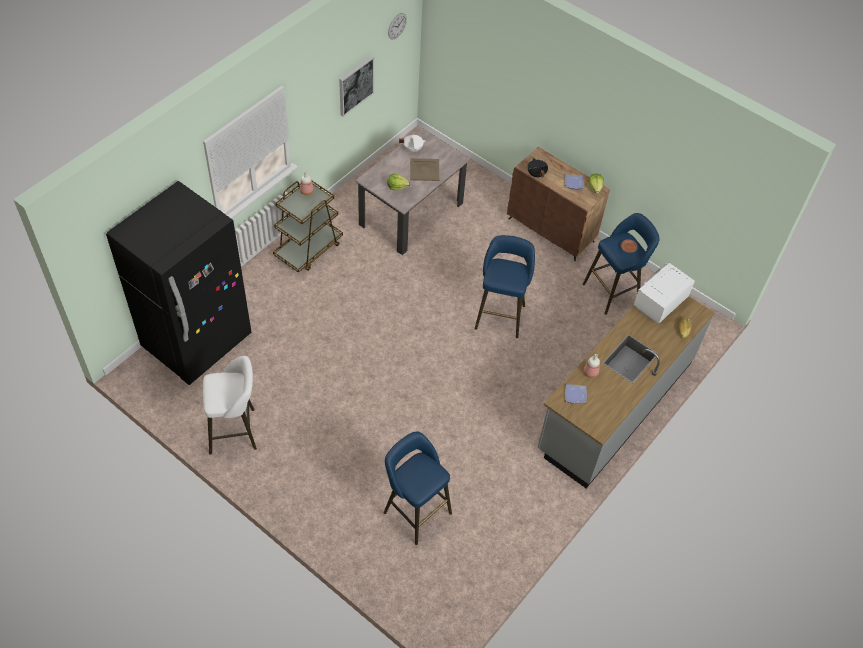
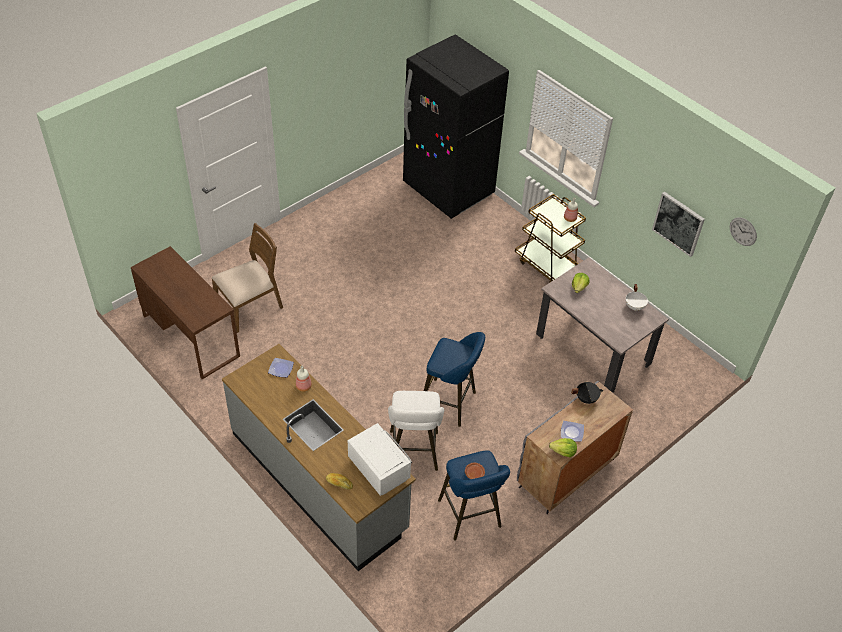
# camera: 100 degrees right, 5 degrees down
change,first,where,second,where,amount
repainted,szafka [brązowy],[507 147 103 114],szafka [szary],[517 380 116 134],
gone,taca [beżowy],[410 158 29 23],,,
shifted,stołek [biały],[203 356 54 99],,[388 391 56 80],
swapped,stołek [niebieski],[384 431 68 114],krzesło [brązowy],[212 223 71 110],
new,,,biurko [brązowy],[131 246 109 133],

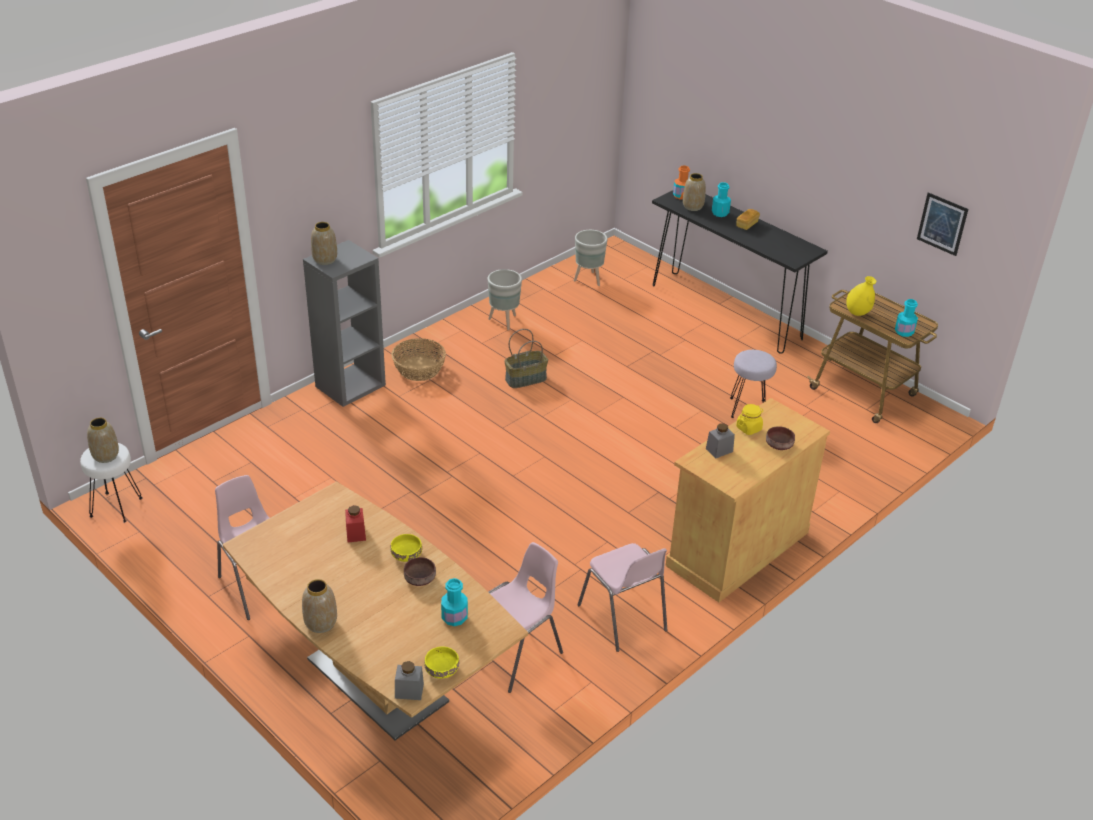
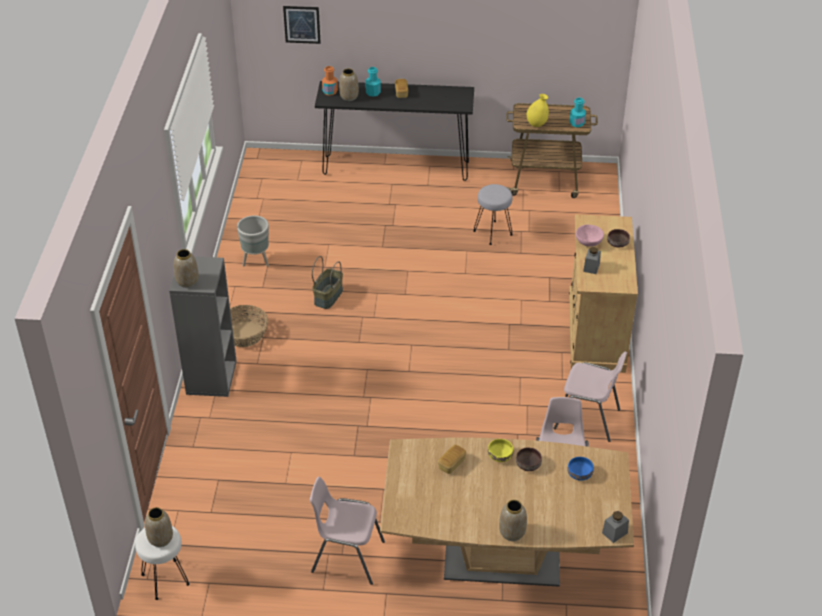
# camera: 40 degrees left, 5 degrees up
change,first,where,second,where,amount
shifted,obraz,[917 192 51 64],,[283 6 38 38],
gone,donica [szary],[574 230 34 56],,,
swapped,słoik [żółty],[736 404 27 31],miska [różowy],[576 224 28 23],
swapped,słoik [czerwony],[345 505 21 37],chleb,[438 445 28 29],
swapped,butelka [turkusowy],[441 578 27 48],miska [niebieski],[567 457 27 24],
gone,miska [żółty],[424 647 35 32],,,

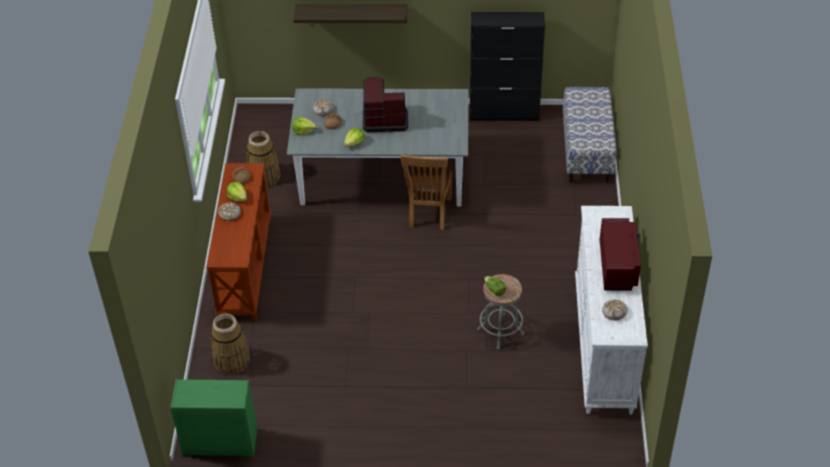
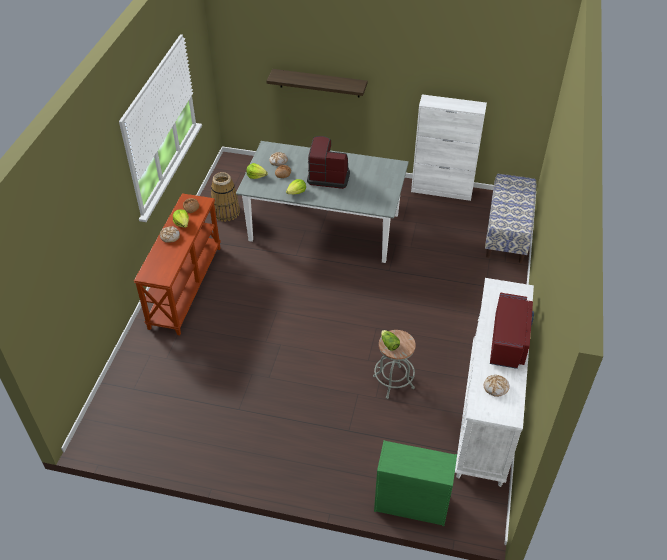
# camera: 10 degrees right, 0 degrees up
change,first,where,second,where,amount
repainted,szafka [czarny],[470 12 75 109],szafka [biały],[411 94 76 107],
gone,krzesło [brązowy],[400 155 52 75],,,
gone,koszyk,[211 313 39 62],,,
shifted,komoda [zielony],[170 379 88 78],,[374 440 83 86],

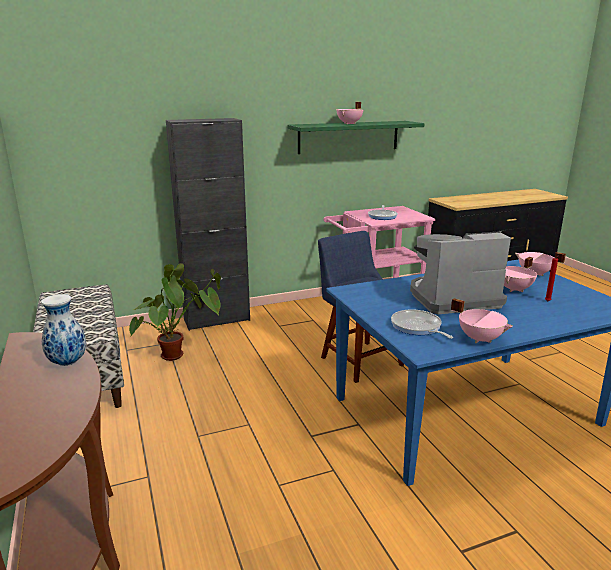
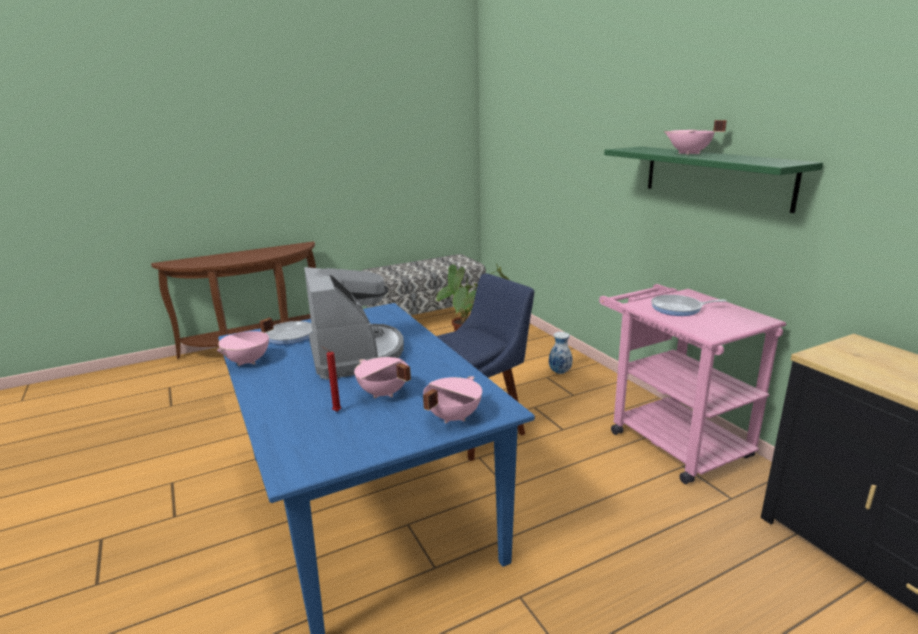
# camera: 85 degrees right, 0 degrees up
change,first,where,second,where,amount
gone,szafka [czarny],[166 118 84 213],,,
shifted,wazon,[41 294 45 72],,[549 332 23 42],

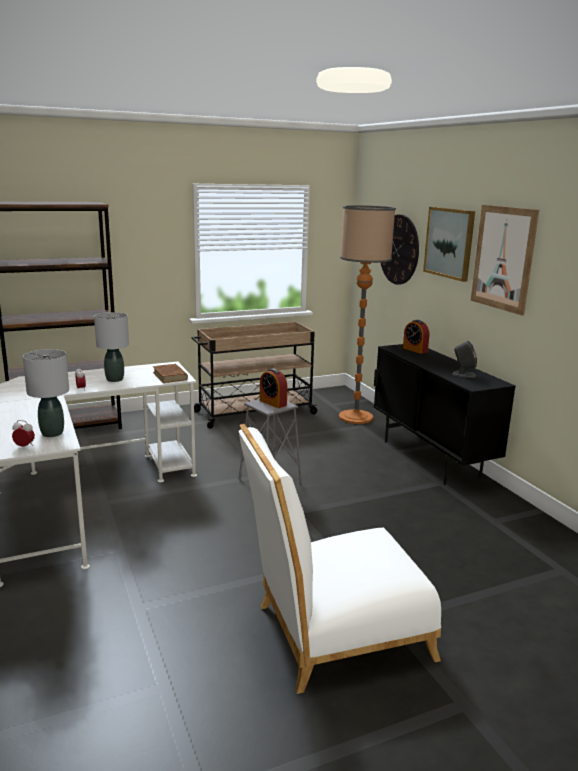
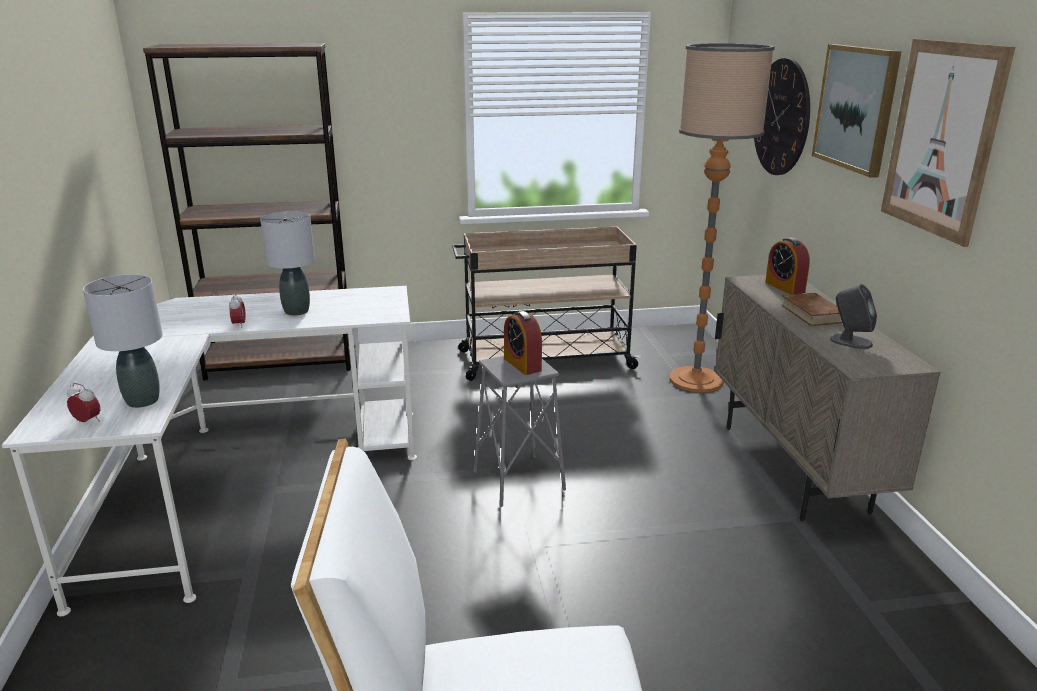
# camera: 15 degrees right, 5 degrees up
change,first,where,second,where,amount
repainted,szafka [czarny],[374 344 142 141],szafka [beżowy],[715 275 226 246],
shifted,książka [brązowy],[153 364 35 19],,[781 293 61 33],

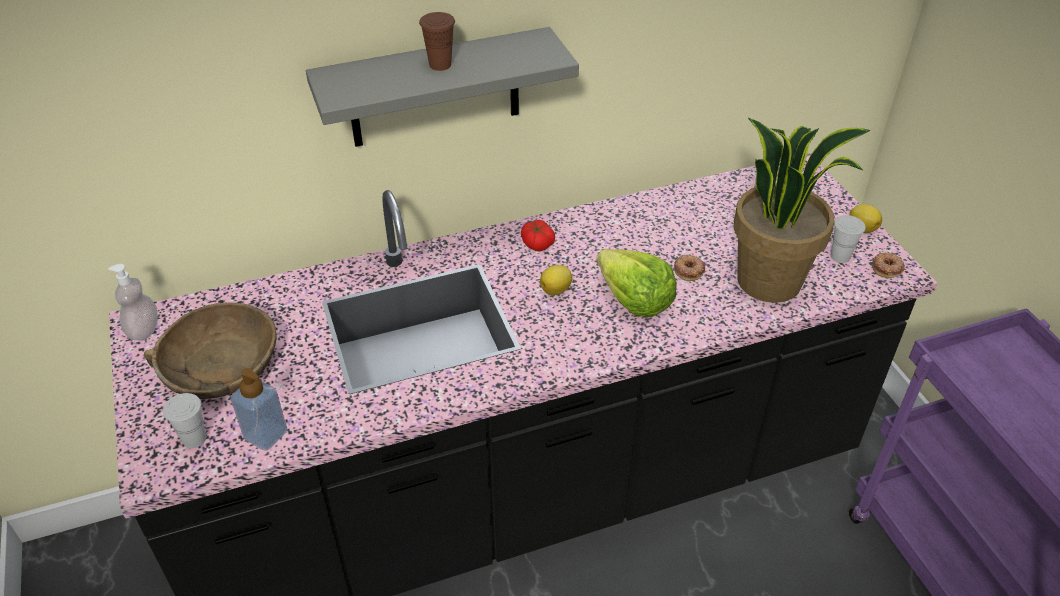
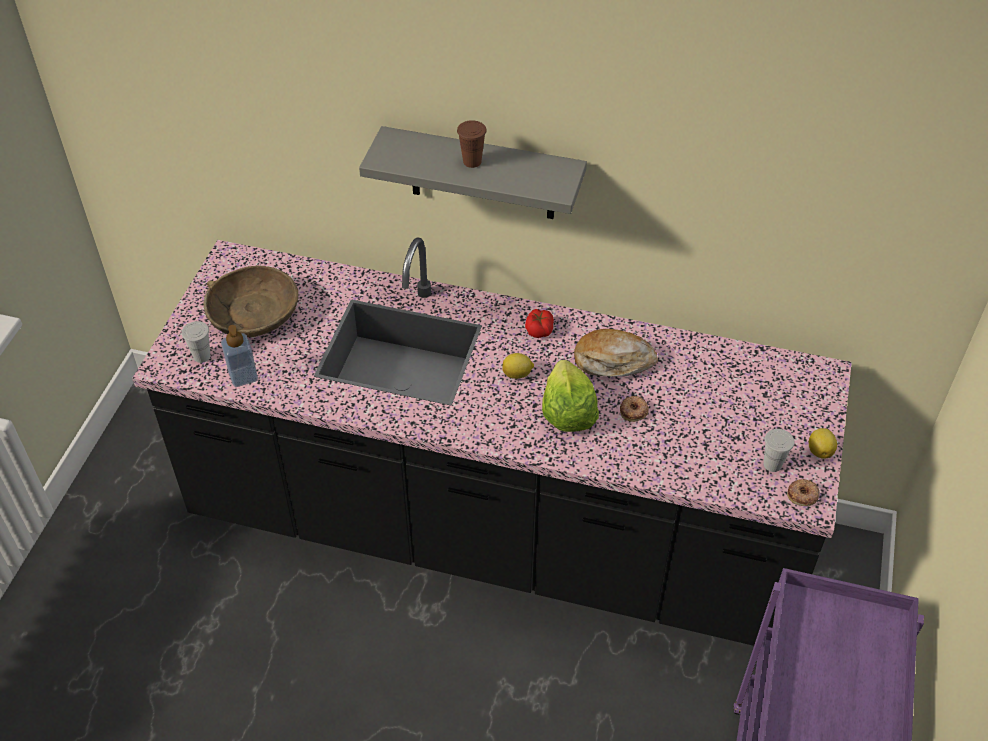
# camera: 35 degrees right, 5 degrees up
change,first,where,second,where,amount
gone,roślina doniczkowa,[734 118 136 185],,,
gone,dozownik mydła,[108 264 50 77],,,
new,,,chleb,[574 329 84 48],

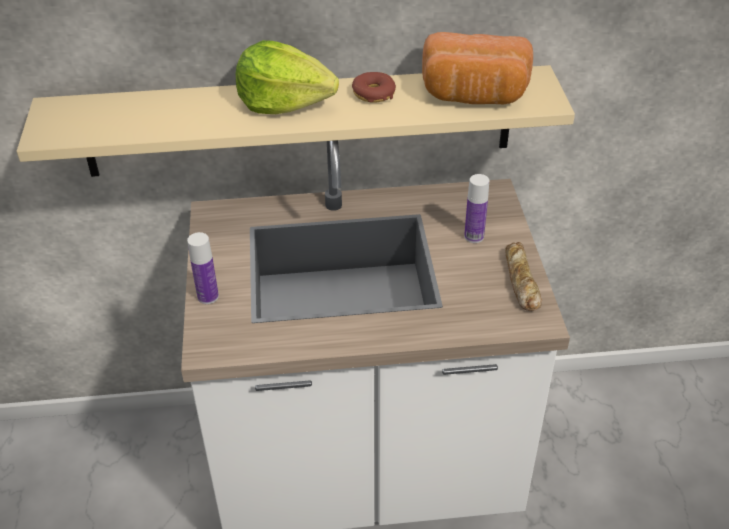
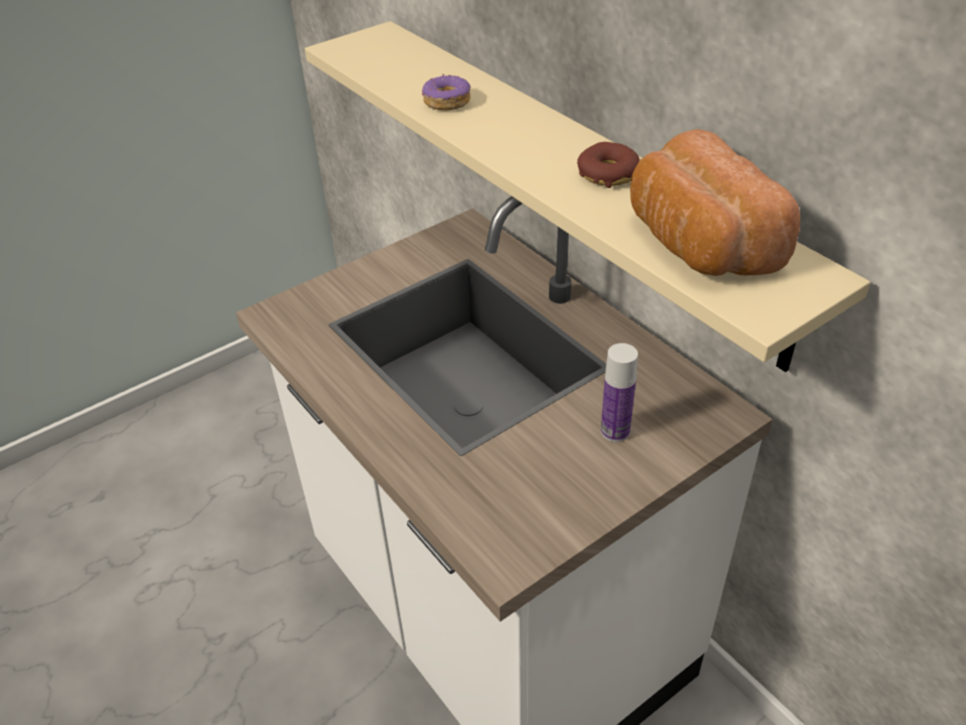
# camera: 60 degrees right, 0 degrees up
change,first,where,second,where,amount
gone,sałata,[236 40 103 74],,,
gone,butelka,[187 232 32 72],,,
gone,chleb,[505 242 37 69],,,
new,,,donut,[422 74 49 37],

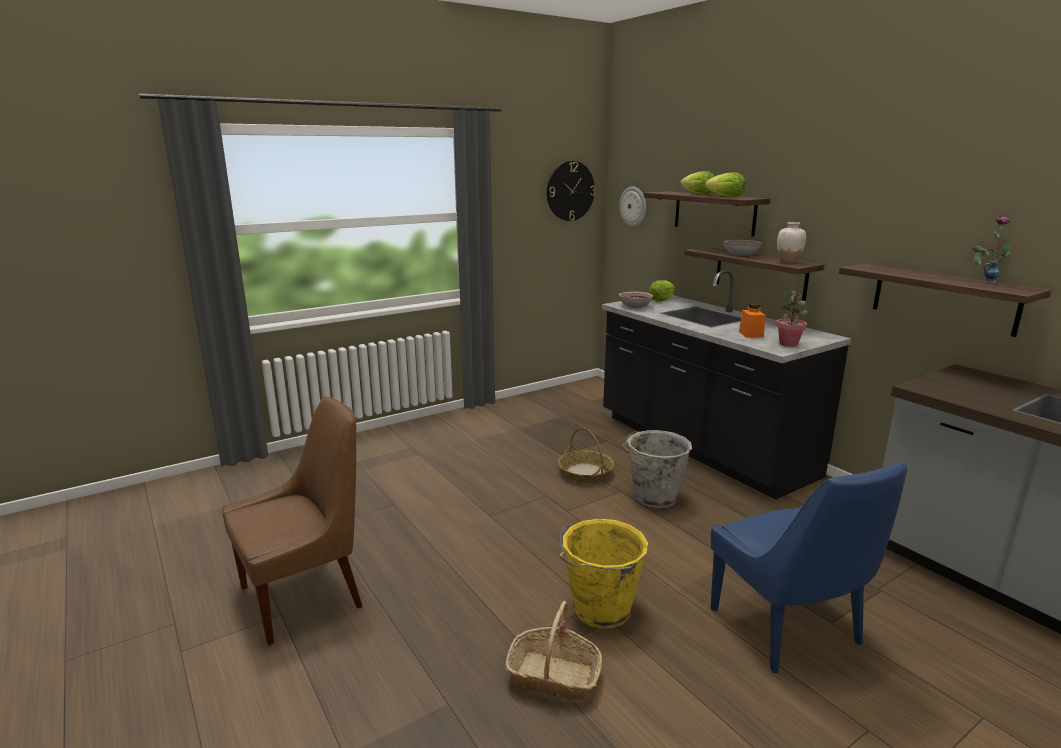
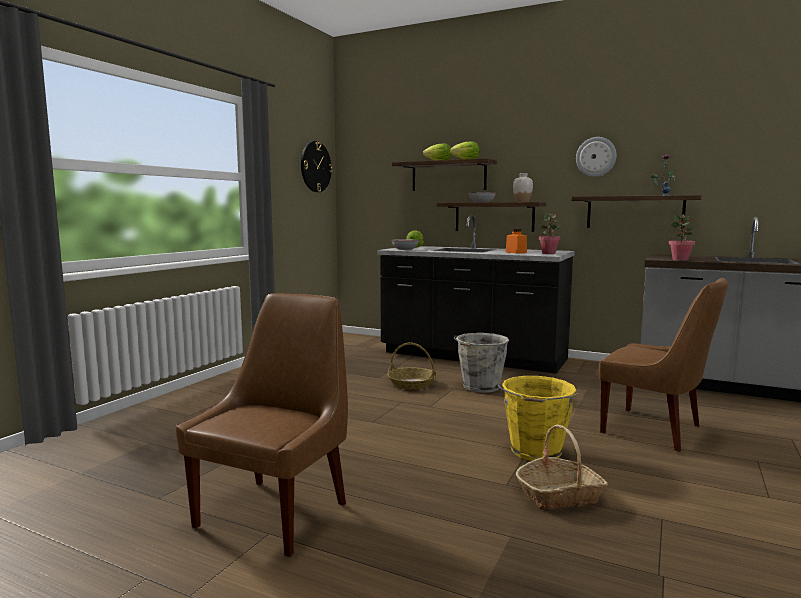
# camera: 30 degrees left, 10 degrees down
change,first,where,second,where,amount
shifted,zegar ścienny,[619 186 27 41],,[576 137 41 40],
repainted,krzesło [niebieski],[711 463 196 210],krzesło [brązowy],[599 278 129 174],
new,,,roślina doniczkowa,[669 214 26 47],

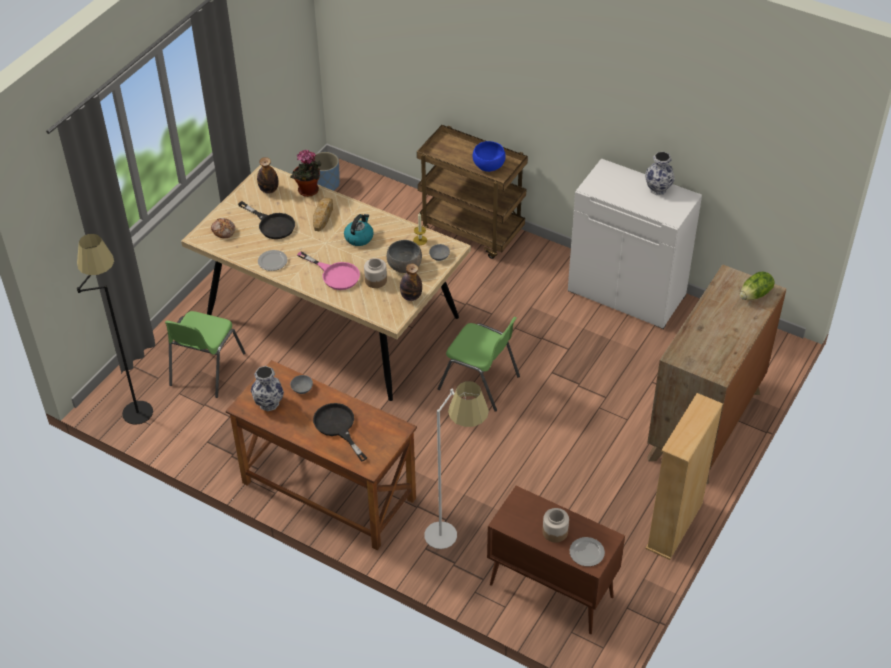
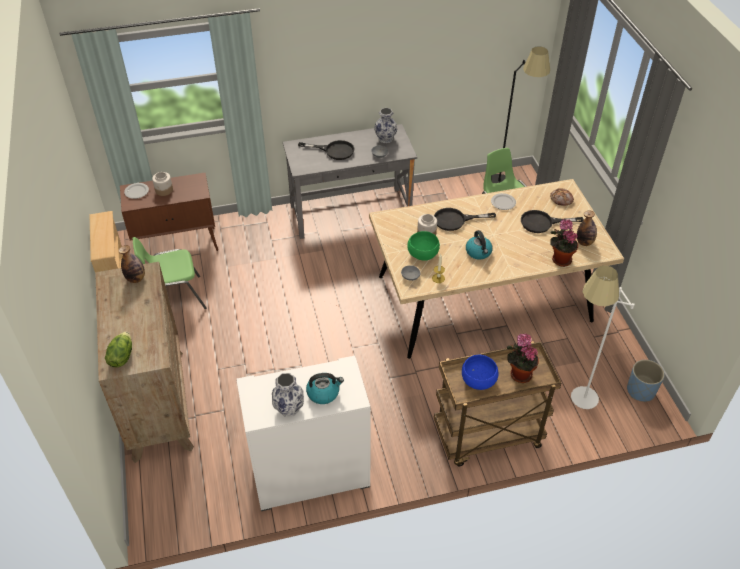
# camera: 135 degrees right, 0 degrees up
change,first,where,second,where,amount
gone,chleb,[313 198 20 33],,,
repainted,miska [szary],[387 240 35 33],miska [zielony],[407 231 33 30],
repainted,patelnia [różowy],[297 251 63 39],patelnia [czarny],[434 208 62 23],
shifted,butelka,[400 264 22 37],,[118 245 27 38],
shifted,krzesło [zielony],[438 317 82 95],,[133 237 74 72],
repainted,biurko [brązowy],[226 360 191 190],biurko [szary],[283 124 134 115],
shifted,lampa stojąca [biały],[424 381 65 168],,[571 266 64 143],
new,,,roślina doniczkowa,[507 334 32 49],
new,,,czajnik,[306 373 38 31],

